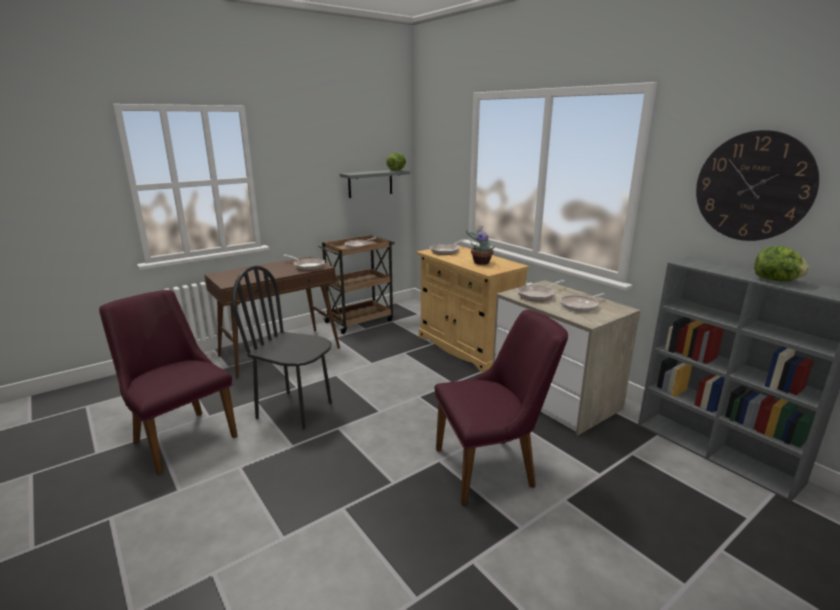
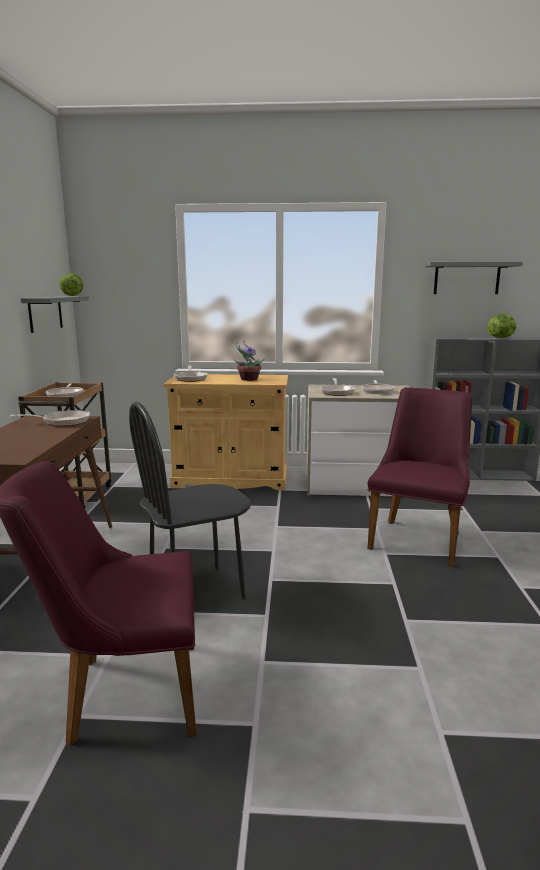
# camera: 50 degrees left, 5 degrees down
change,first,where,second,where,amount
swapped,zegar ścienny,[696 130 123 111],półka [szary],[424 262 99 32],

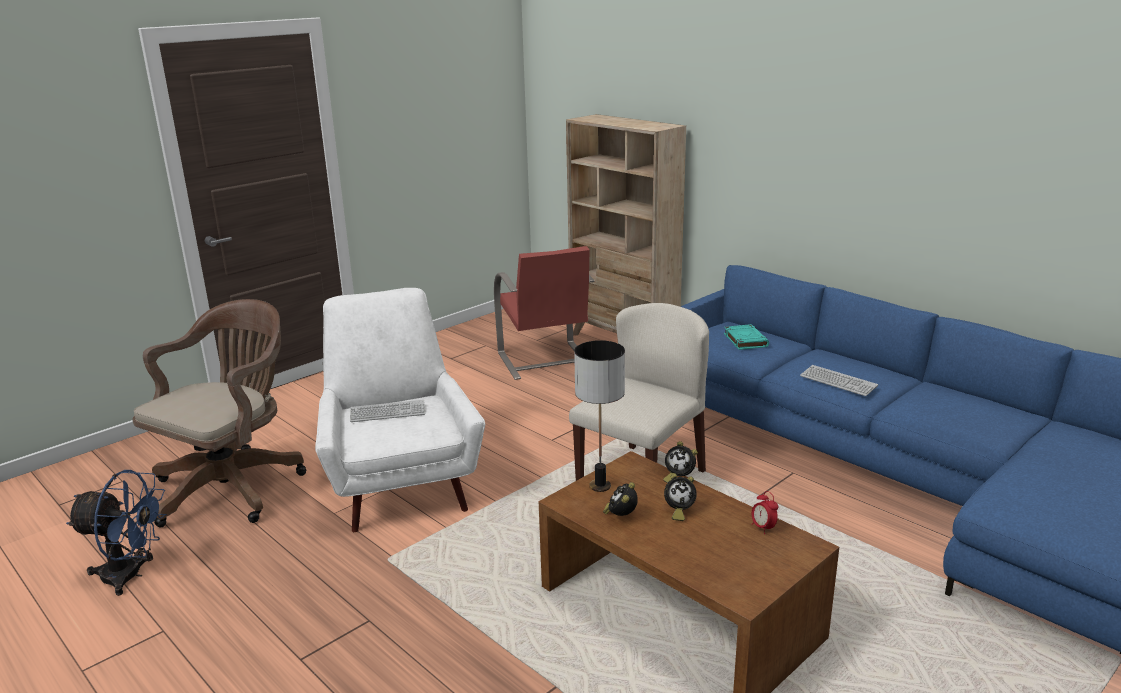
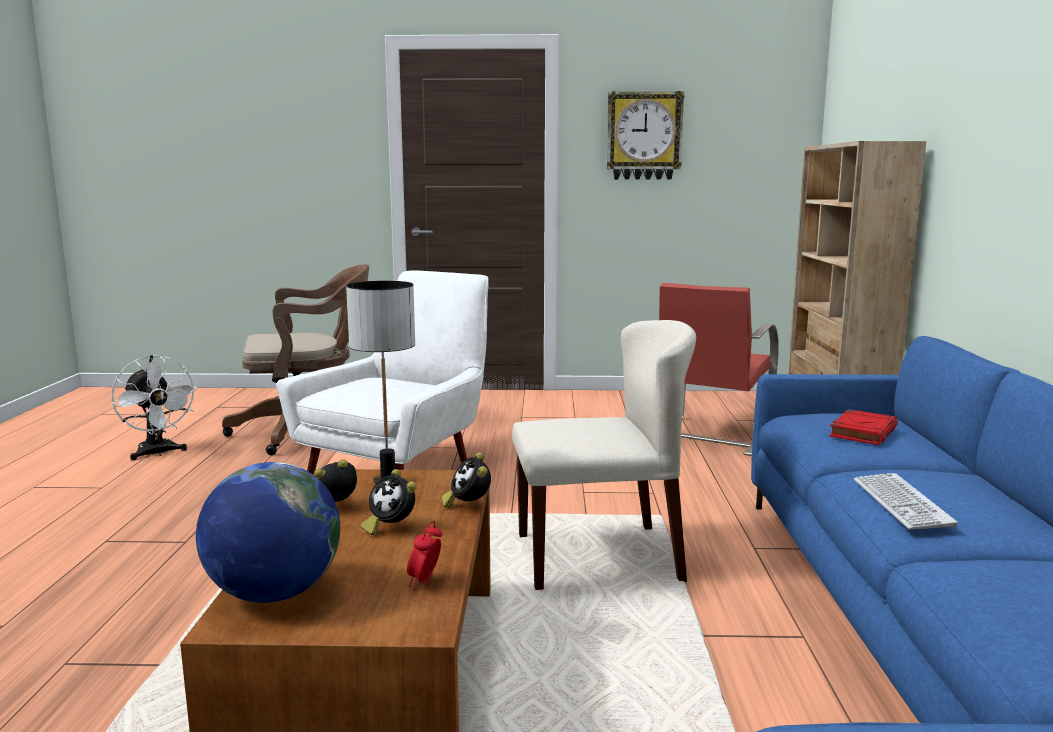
# camera: 45 degrees right, 10 degrees down
change,first,where,second,where,amount
repainted,książka [turkusowy],[724 324 45 26],książka [czerwony],[829 409 69 36],
gone,klawiatura,[350 400 75 22],,,
repainted,wentylator [niebieski],[66 470 101 126],wentylator [biały],[111 355 87 106],
new,,,zegar ścienny,[607 91 78 89],
new,,,globus,[196 462 144 141],

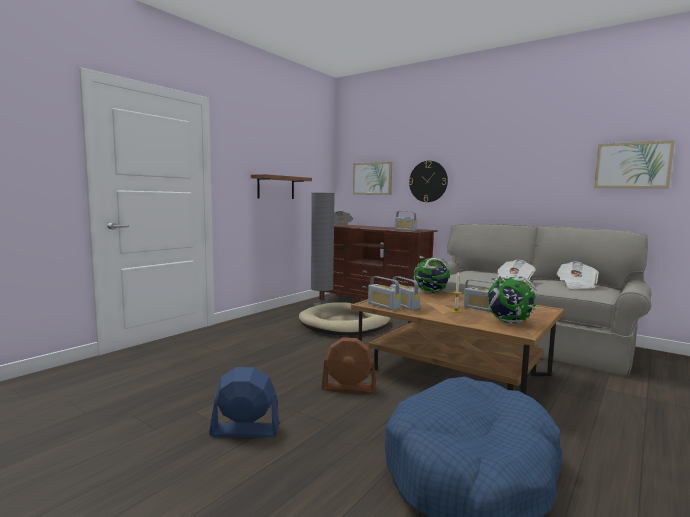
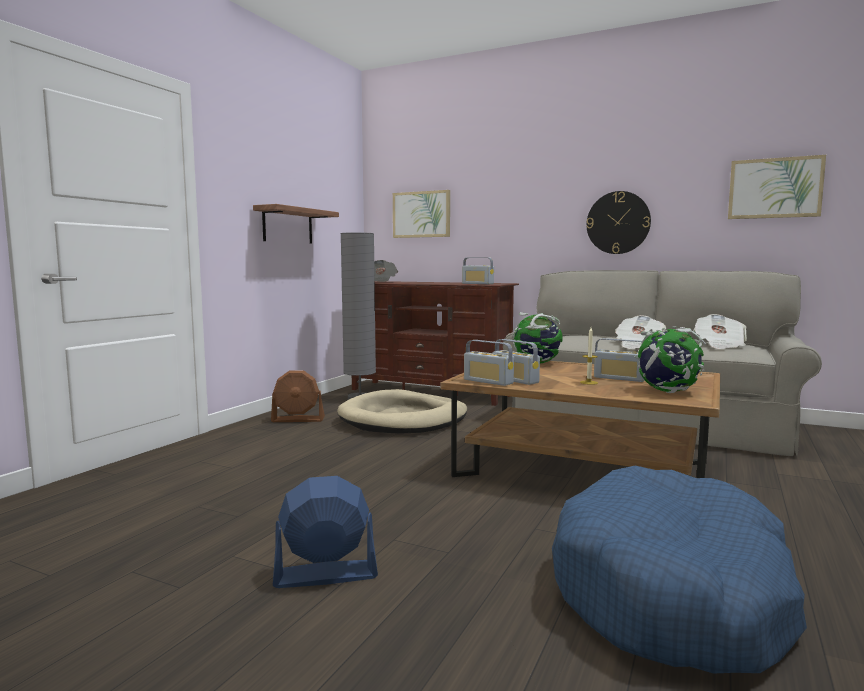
# camera: 10 degrees left, 0 degrees up
change,first,where,second,where,amount
shifted,zegar ścienny,[409 161 39 41],,[586 191 65 63],
shifted,wentylator [brązowy],[321 337 55 57],,[271 370 54 52],

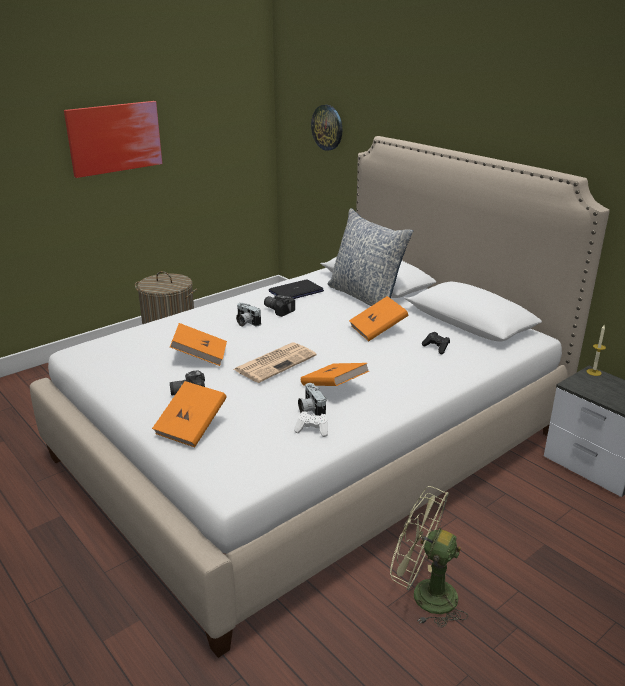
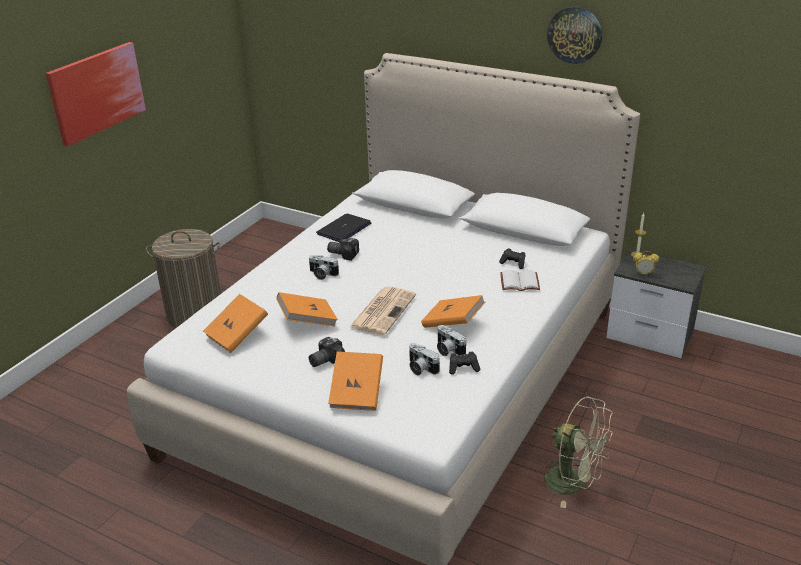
# camera: 20 degrees left, 5 degrees up
change,first,where,second,where,amount
shifted,zegar ścienny,[311 105 31 46],,[547 6 55 58],
gone,poduszka,[328 208 85 98],,,
shifted,książka [pomarańczowy],[349 296 59 45],,[203 294 65 59],
repainted,pad do gier [biały],[294 411 34 26],pad do gier [czarny],[449 352 31 23],
rotated,wentylator [zielony],[390 486 78 142],,[540 396 74 112],150 degrees counterclockwise
new,,,budzik,[633 251 26 25],
new,,,książka [biały],[500 270 40 21],
new,,,aparat fotograficzny,[409 343 31 32],

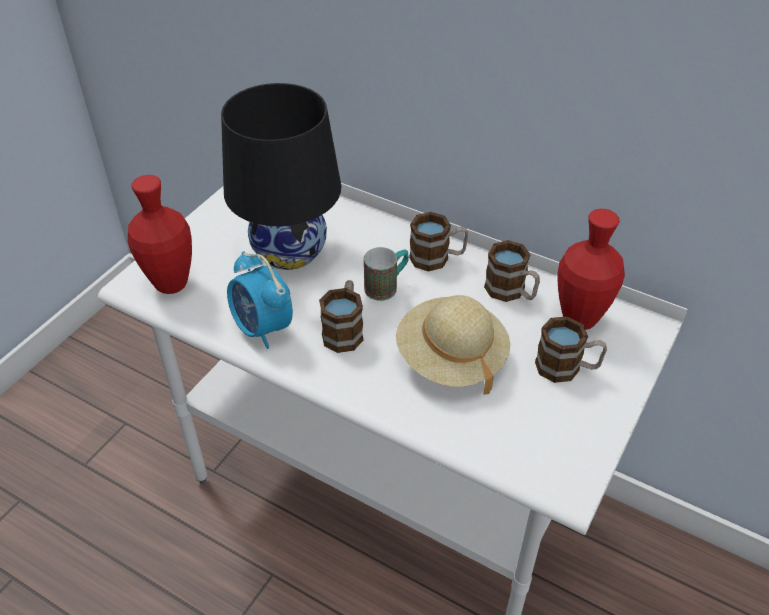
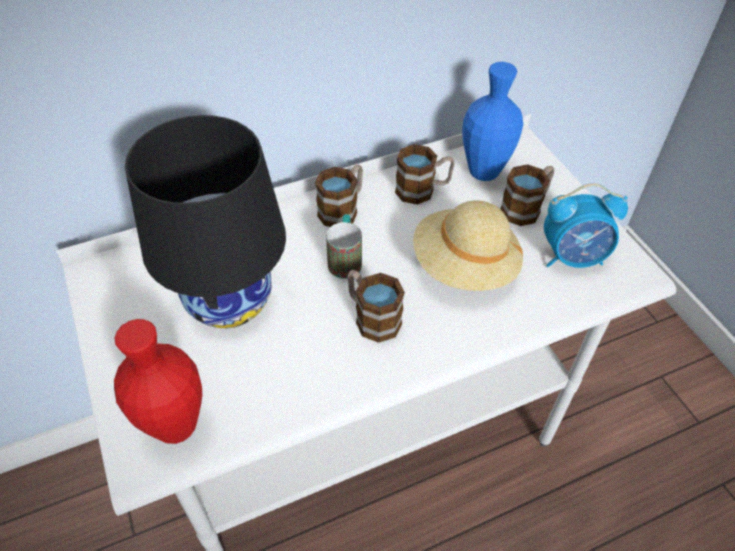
# camera: 55 degrees left, 5 degrees up
change,first,where,second,where,amount
repainted,wazon [czerwony],[558 209 67 121],wazon [niebieski],[462 62 61 119],
shifted,budzik,[227 251 66 98],,[544 183 84 85],

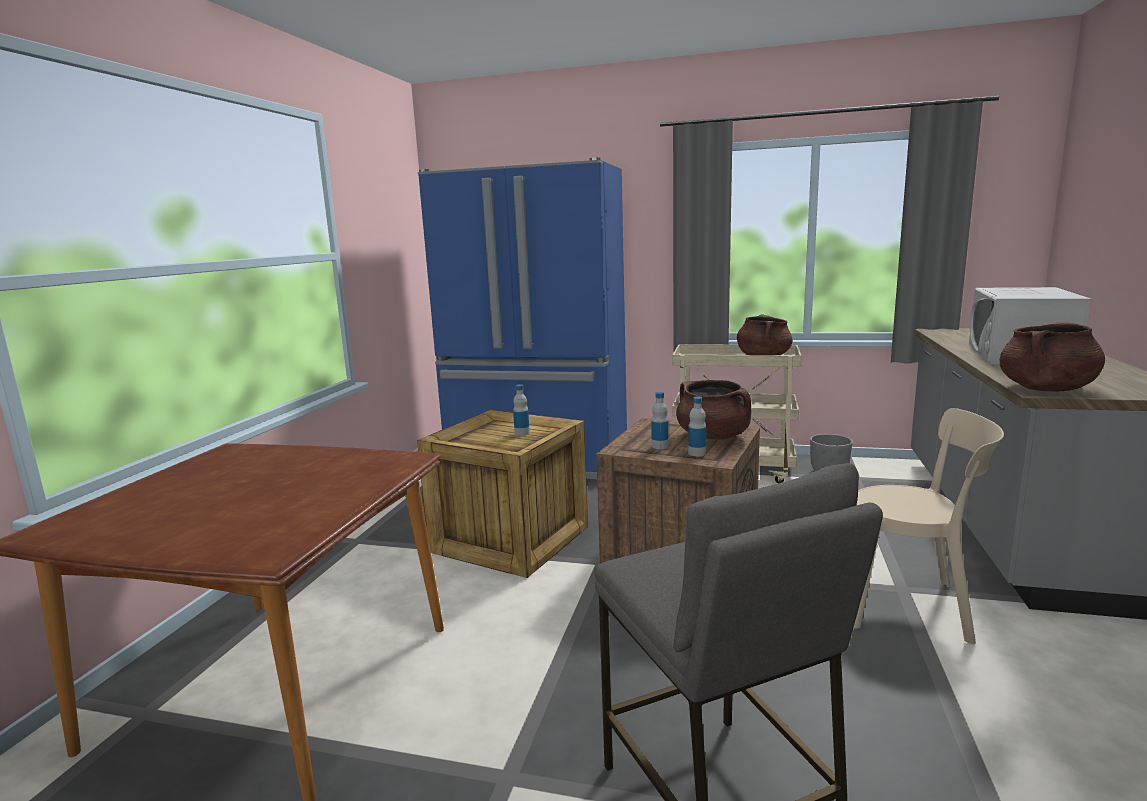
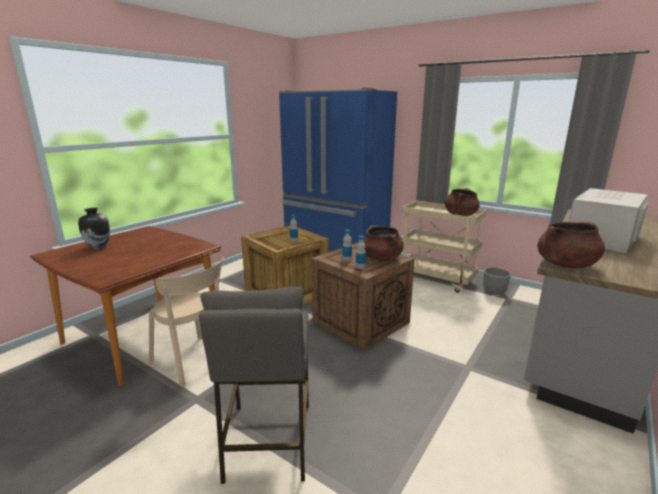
# camera: 20 degrees right, 5 degrees up
change,first,where,second,where,amount
shifted,krzesło [beżowy],[853 408 151 236],,[149 256 75 131],
new,,,wazon,[78 208 32 41],

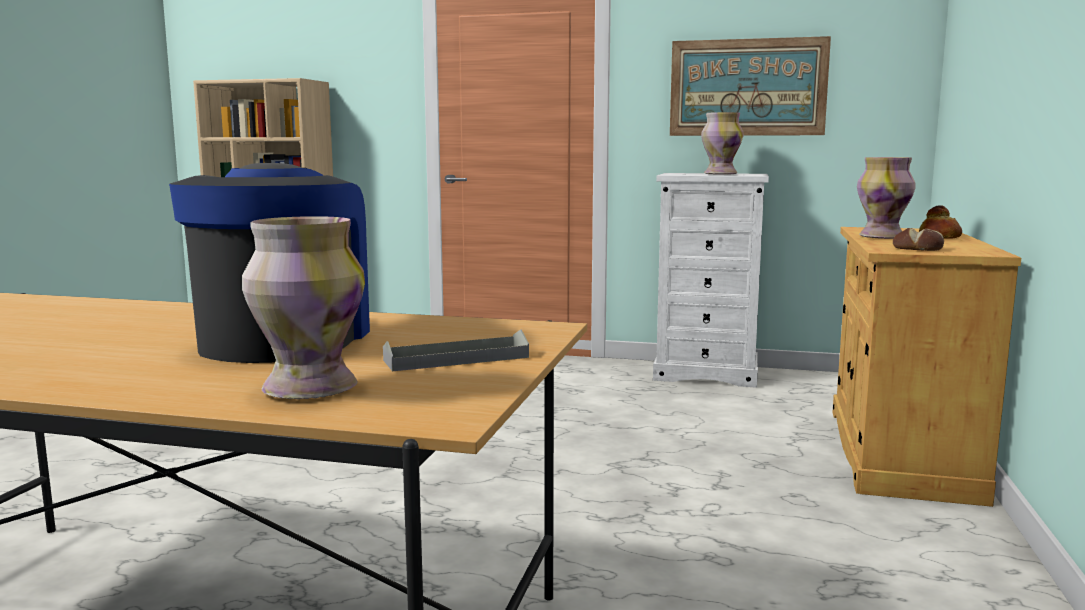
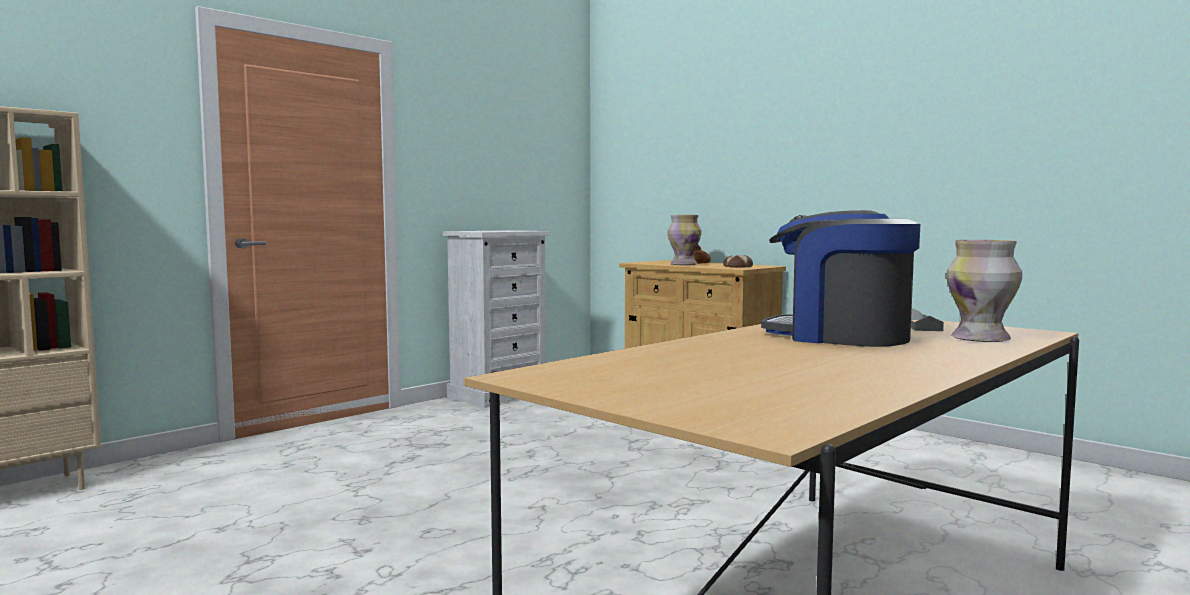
# camera: 60 degrees left, 5 degrees down
change,first,where,second,where,amount
gone,obraz,[670 36 161 100],,,
gone,wazon,[701 112 42 63],,,

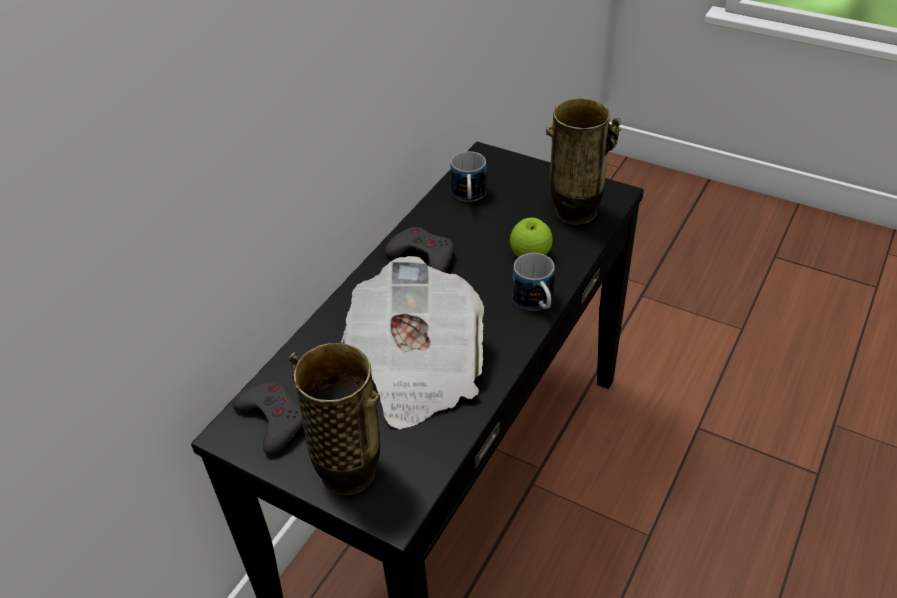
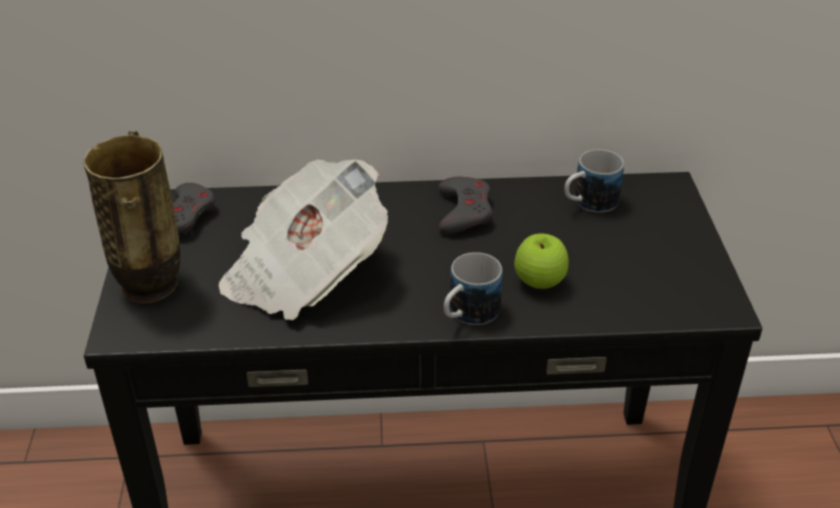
# camera: 55 degrees right, 5 degrees down
change,first,where,second,where,amount
gone,wazon,[546 98 75 127],,,

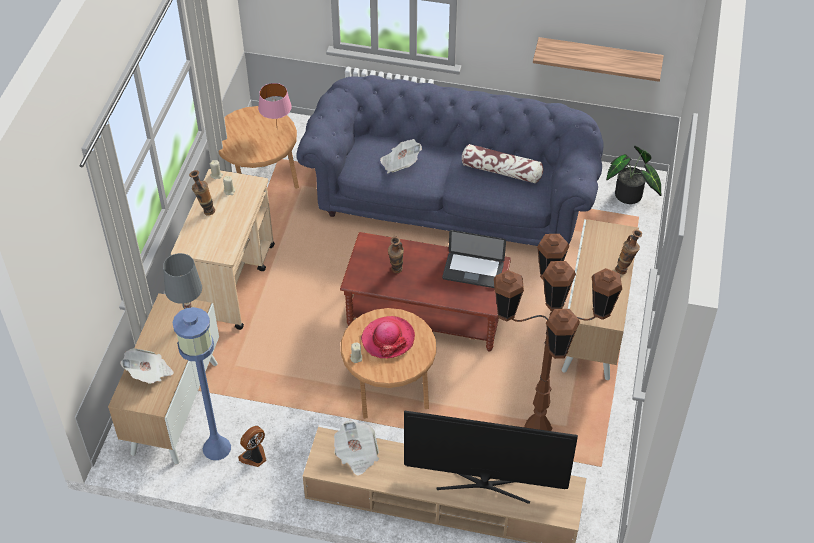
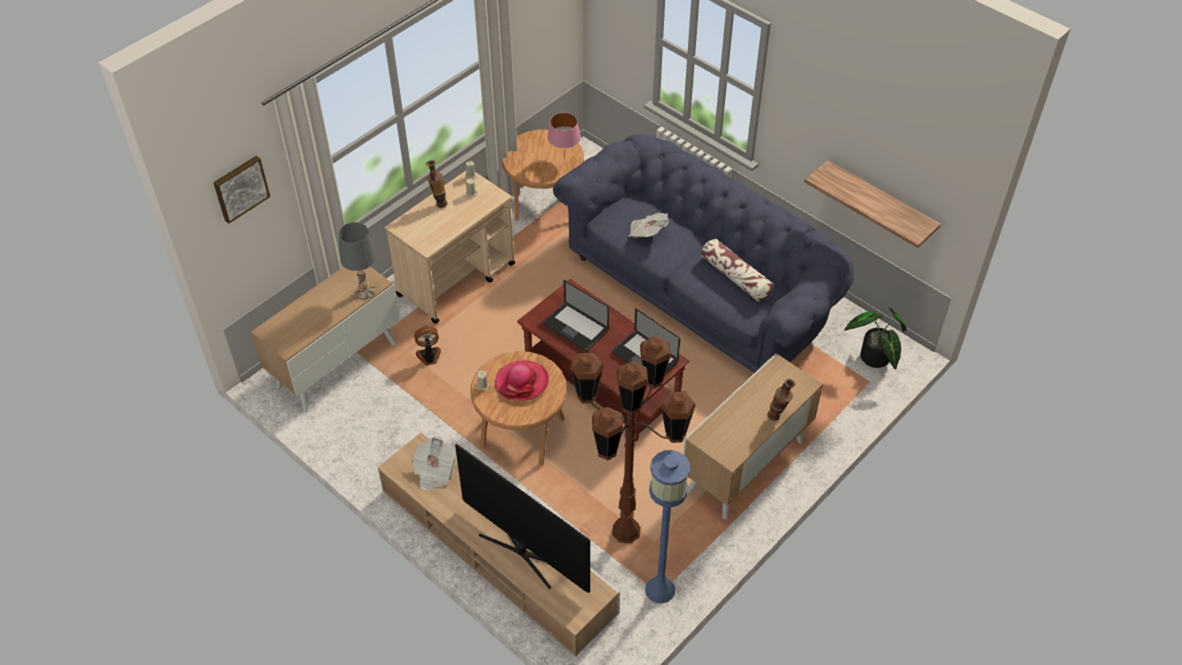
# camera: 30 degrees right, 0 degrees up
change,first,where,second,where,amount
swapped,wazon,[388 236 16 37],laptop,[543 280 66 71],
shifted,lampa stojąca [niebieski],[172 307 59 153],,[645 450 45 154],
gone,gazeta,[120 348 54 36],,,
shifted,wentylator,[238 426 28 41],,[414 326 27 40],
new,,,obraz,[213 156 57 68],

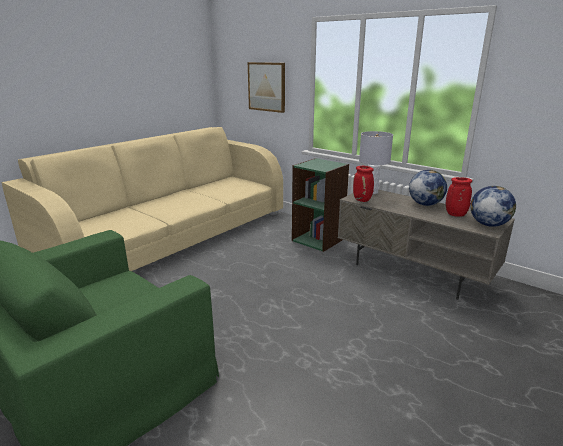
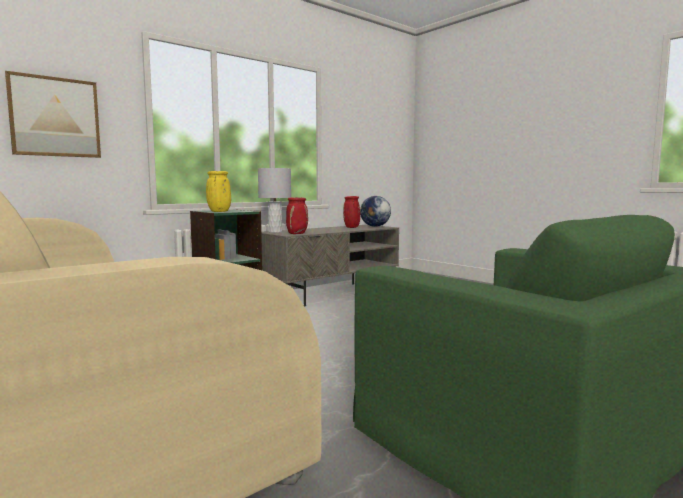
# camera: 80 degrees left, 15 degrees down
change,first,where,second,where,amount
gone,globus,[409 170 38 36],,,
new,,,wazon [żółty],[206 171 25 41],

